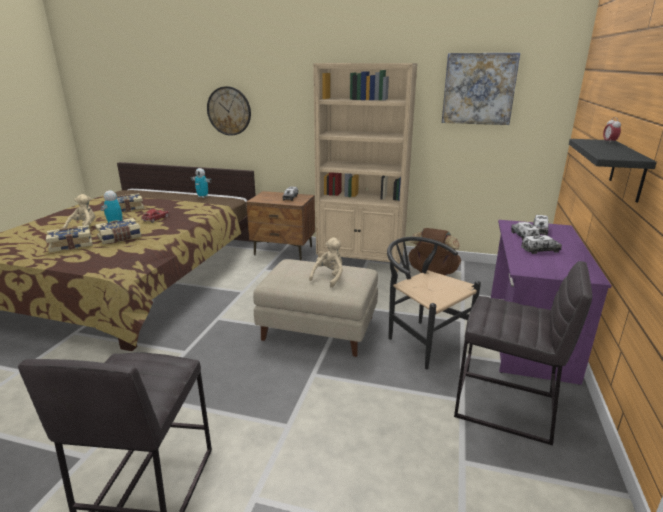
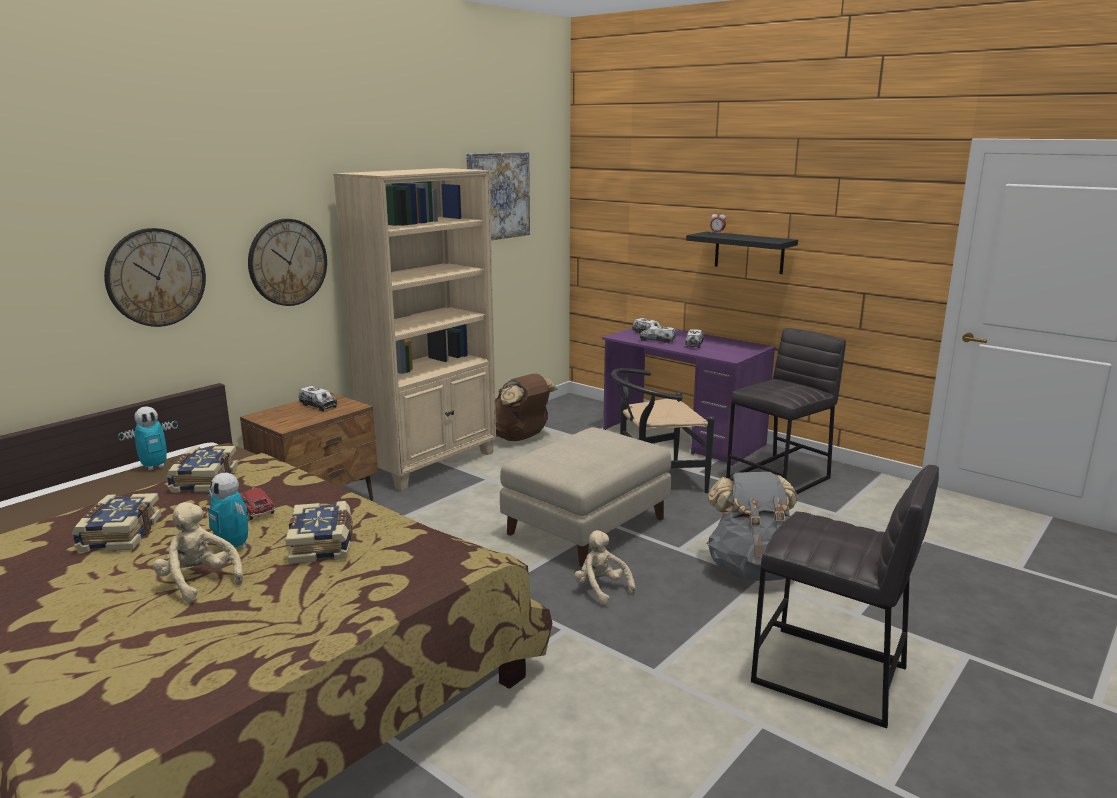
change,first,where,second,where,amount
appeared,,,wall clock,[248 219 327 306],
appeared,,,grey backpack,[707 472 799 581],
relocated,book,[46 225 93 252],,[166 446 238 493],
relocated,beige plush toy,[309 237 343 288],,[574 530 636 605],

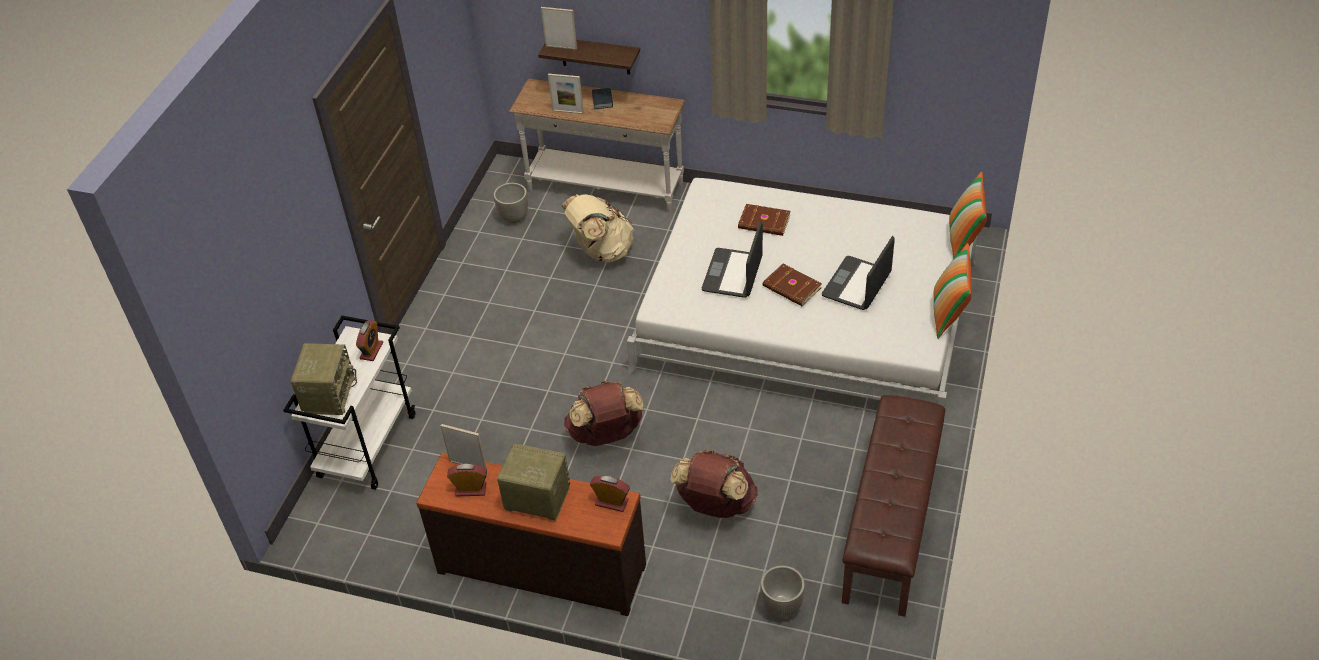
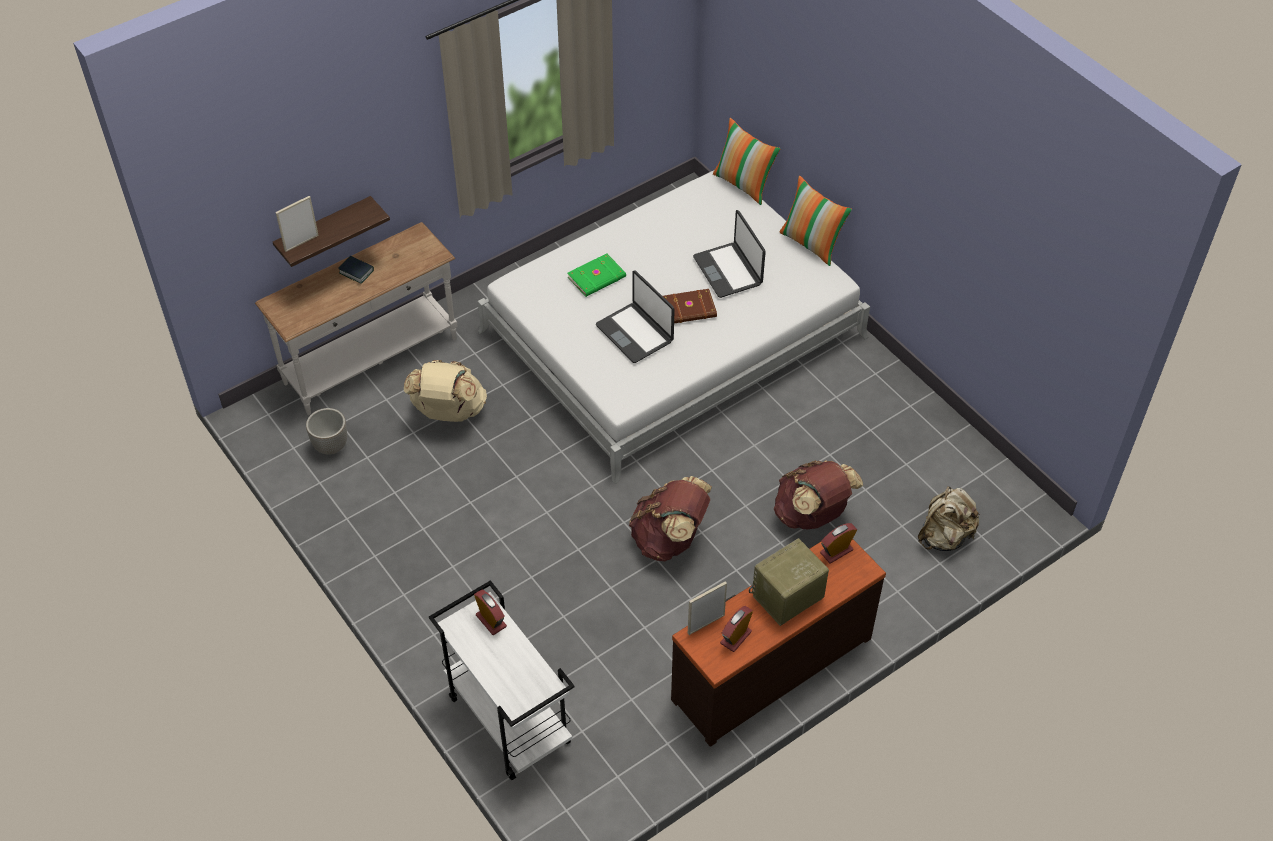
change,first,where,second,where,amount
missing,radio,[291 343 357 415],,,
missing,picture frame,[548 74 584 114],,,
missing,brown bench,[842 395 946 617],,,
exchanged,planter,[761 565 805 618],beige backpack,[918 486 981 551],
colour,brown book,[738 204 791 236],green book,[567 253 626 297],

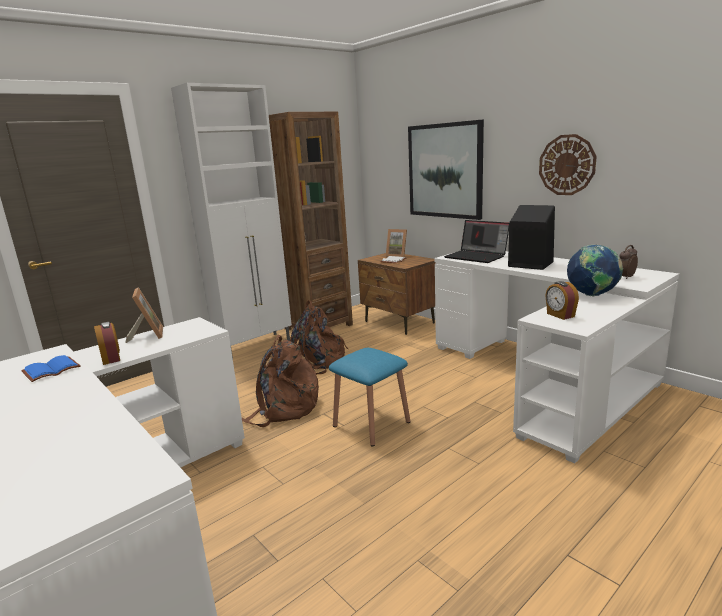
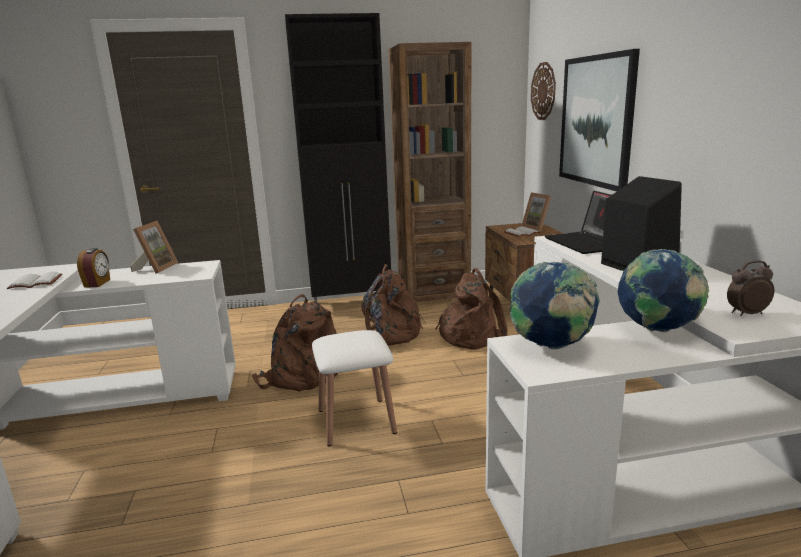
change,first,where,second,where,amount
appeared,,,brown backpack,[435 268 507 350],
relocated,wall clock,[539 134 597 195],,[531 62 556 120],
exchanged,alarm clock,[545 281 579 320],globe,[510 262 600 349],
colour,blue book,[21 355 81 382],white book,[7 271 62 289],
colour,white cabinet,[171 83 292 358],black cabinet,[285 13 391 302],
colour,blue stool,[329 348 410 446],white stool,[312 330 397 446],

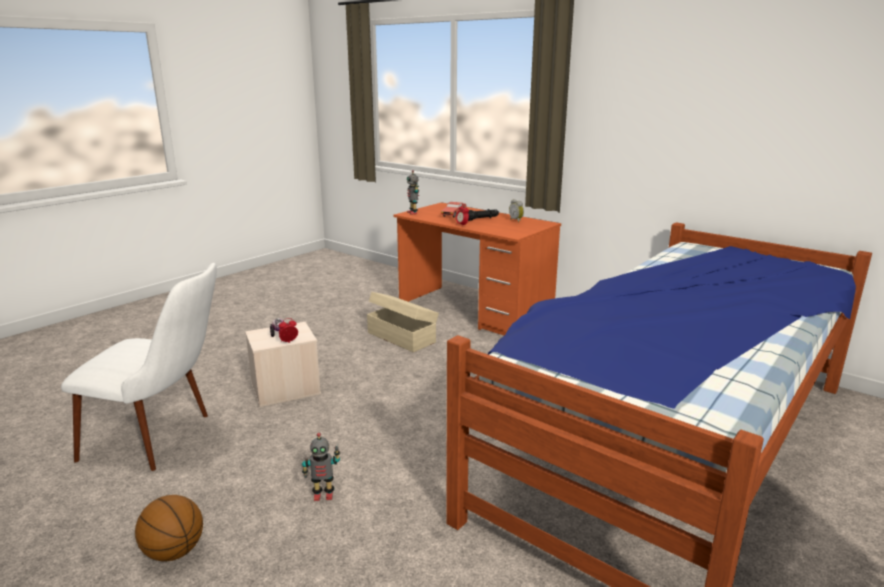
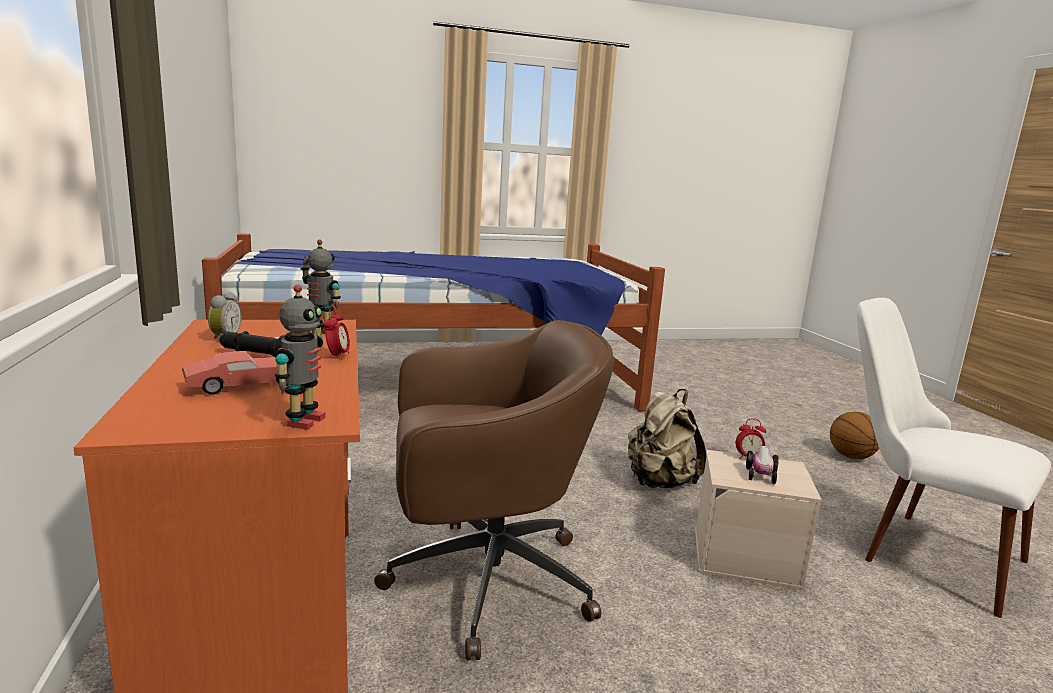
change,first,where,second,where,amount
appeared,,,beige backpack,[628 389 706 488],
relocated,toy robot,[302 433 340 501],,[301 240 341 334],
exchanged,beige storage box,[367 292 439 352],brown office chair,[374 320 614 661],

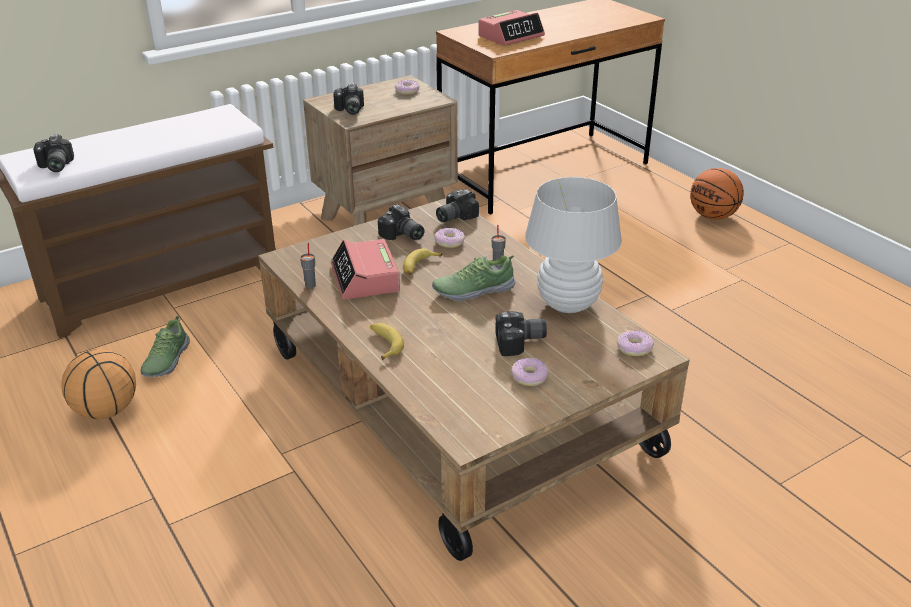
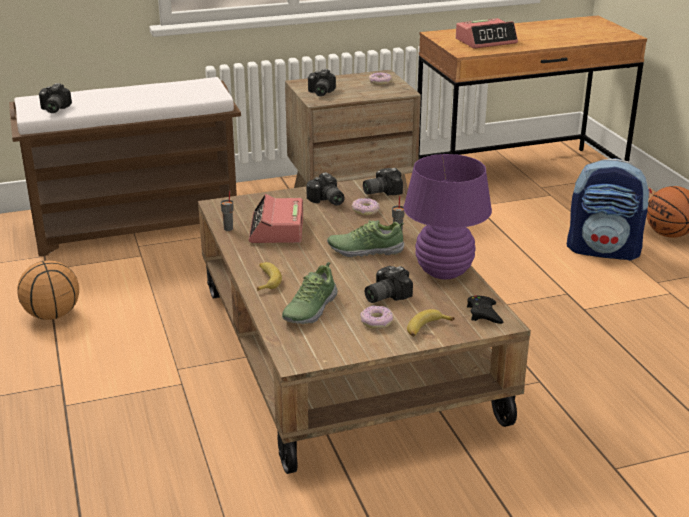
change,first,where,second,where,amount
appeared,,,backpack,[567 158 652 261],
relocated,shoe,[140 316 190 377],,[282 262 338 324],
relocated,banana,[403 248 442 275],,[407 309 455 337],
exchanged,donut,[617 330 654 356],black game controller,[467 295 503 324],
colour,white table lamp,[525 177 622 313],purple table lamp,[403 154 492 279],
spun,photo camera,[495 311 547 356],,[365 266 413 303],135 degrees clockwise

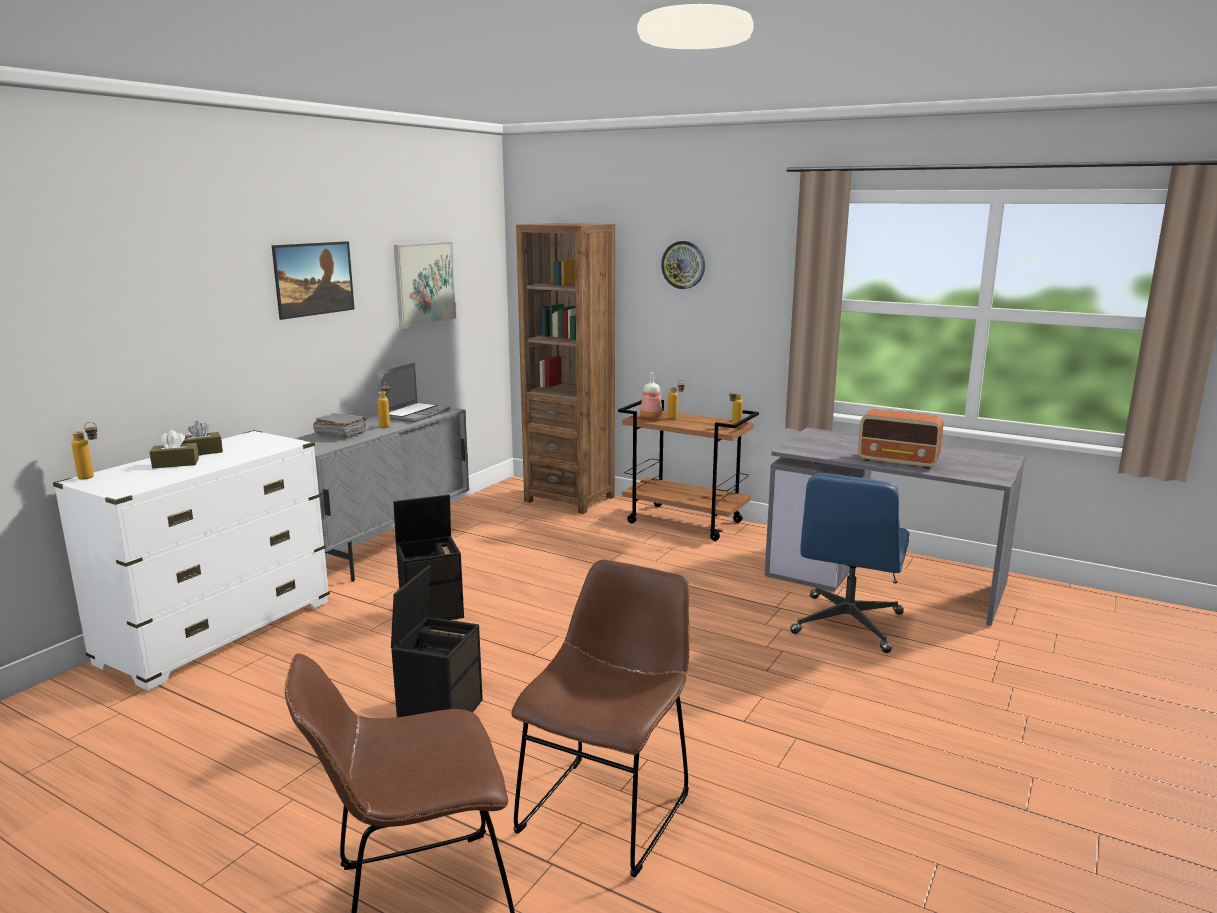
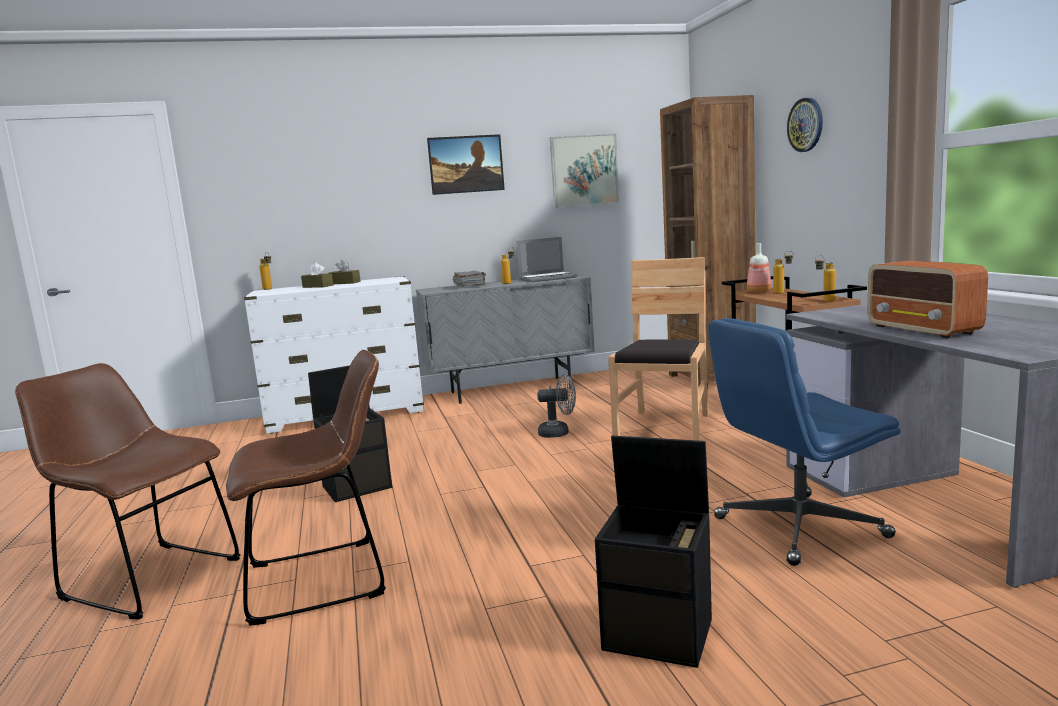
change,first,where,second,where,amount
appeared,,,grey fan,[537 374 576 438],
appeared,,,brown chair,[608 257 709 441],
relocated,black storage box,[393 495 464 620],,[595 435 712 668],

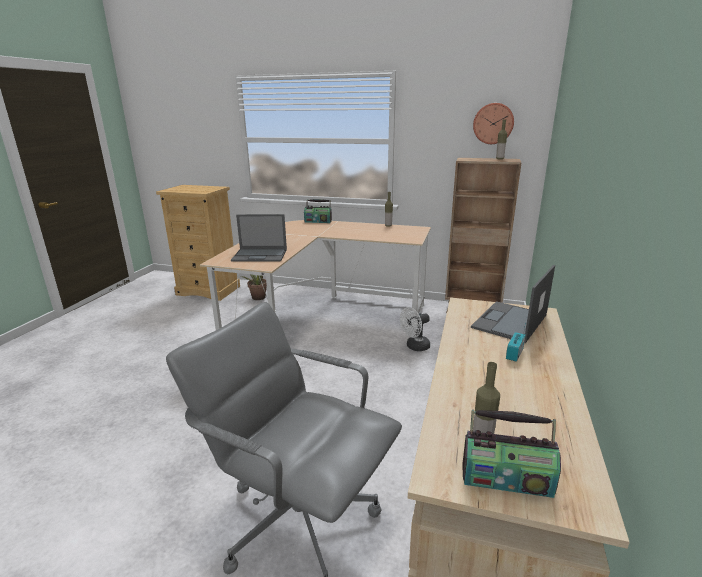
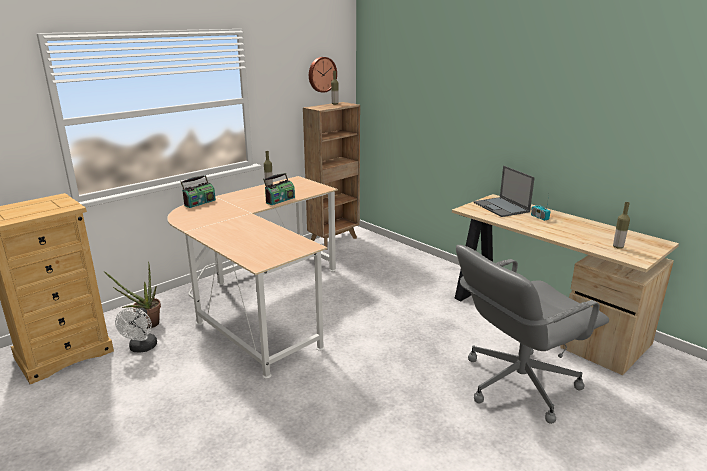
change,first,where,second,where,amount
missing,laptop,[231 214 287 261],,,
relocated,white fan,[400 307 430 351],,[115 308 157 352],
relocated,radio,[462 410 561 498],,[263 173 295 205],

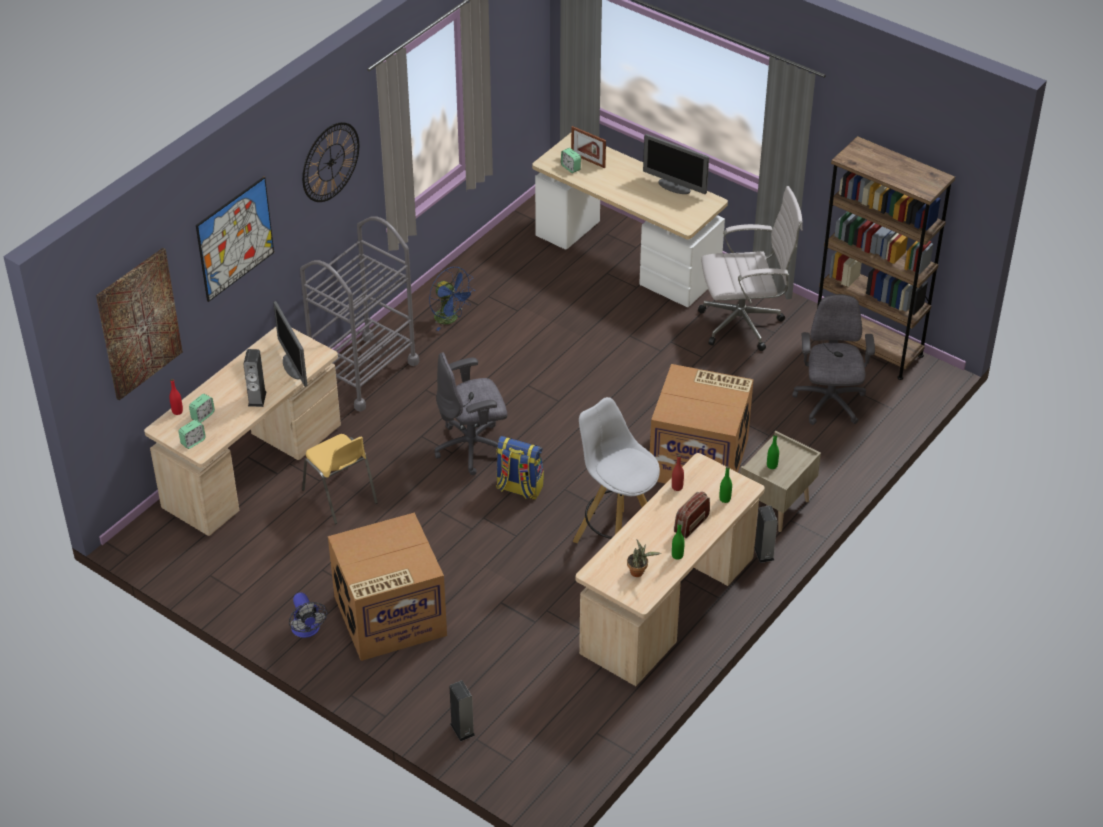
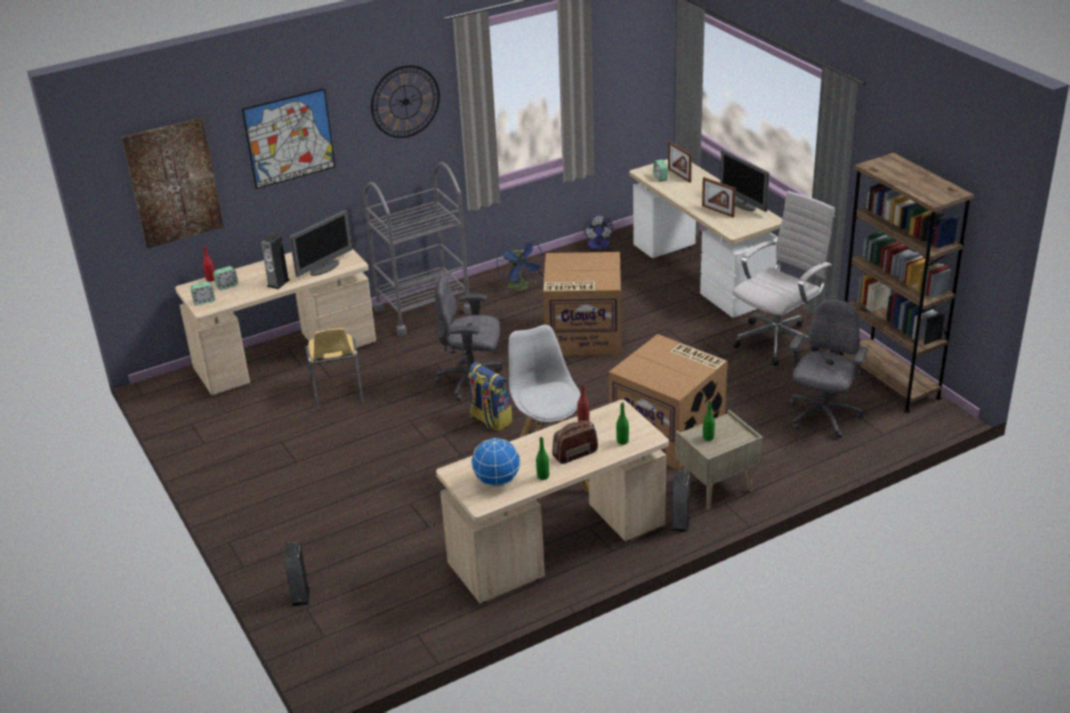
change,first,where,second,where,amount
appeared,,,picture frame,[702 177 736 218],
relocated,fan,[289 592 328 638],,[584 215 614 249],
relocated,cardboard box,[328 512 447 661],,[543 252 621 356],
exchanged,potted plant,[627 539 661 577],globe,[471 438 520 487],
spun,monitor,[273 301 308 387],,[289 210 353 277],135 degrees counterclockwise
spun,white office chair,[698 186 803 351],,[732 191 835 366],60 degrees counterclockwise

